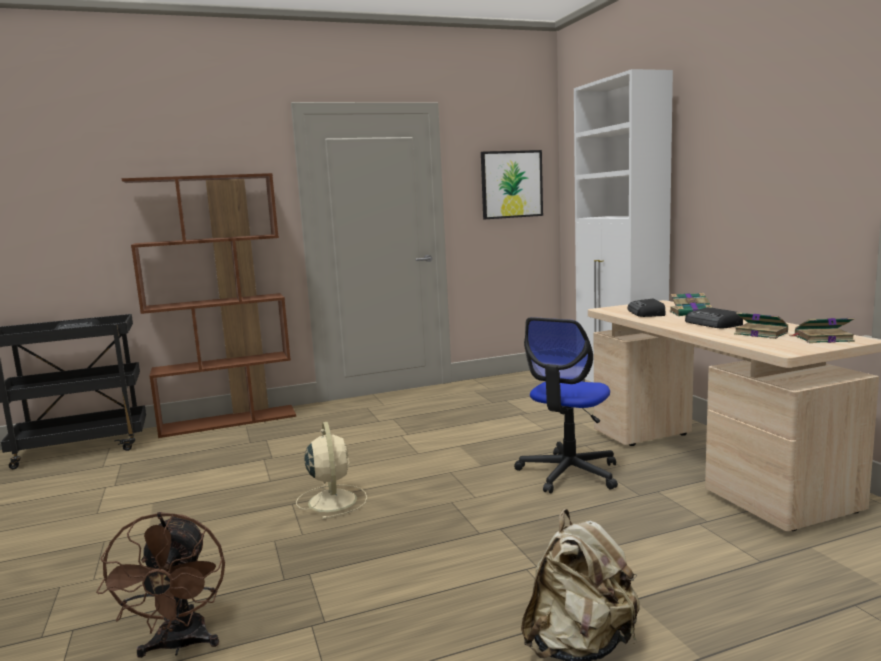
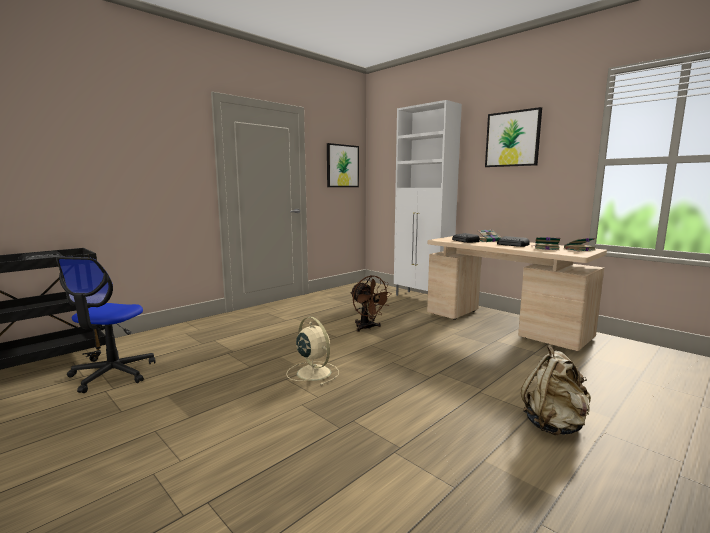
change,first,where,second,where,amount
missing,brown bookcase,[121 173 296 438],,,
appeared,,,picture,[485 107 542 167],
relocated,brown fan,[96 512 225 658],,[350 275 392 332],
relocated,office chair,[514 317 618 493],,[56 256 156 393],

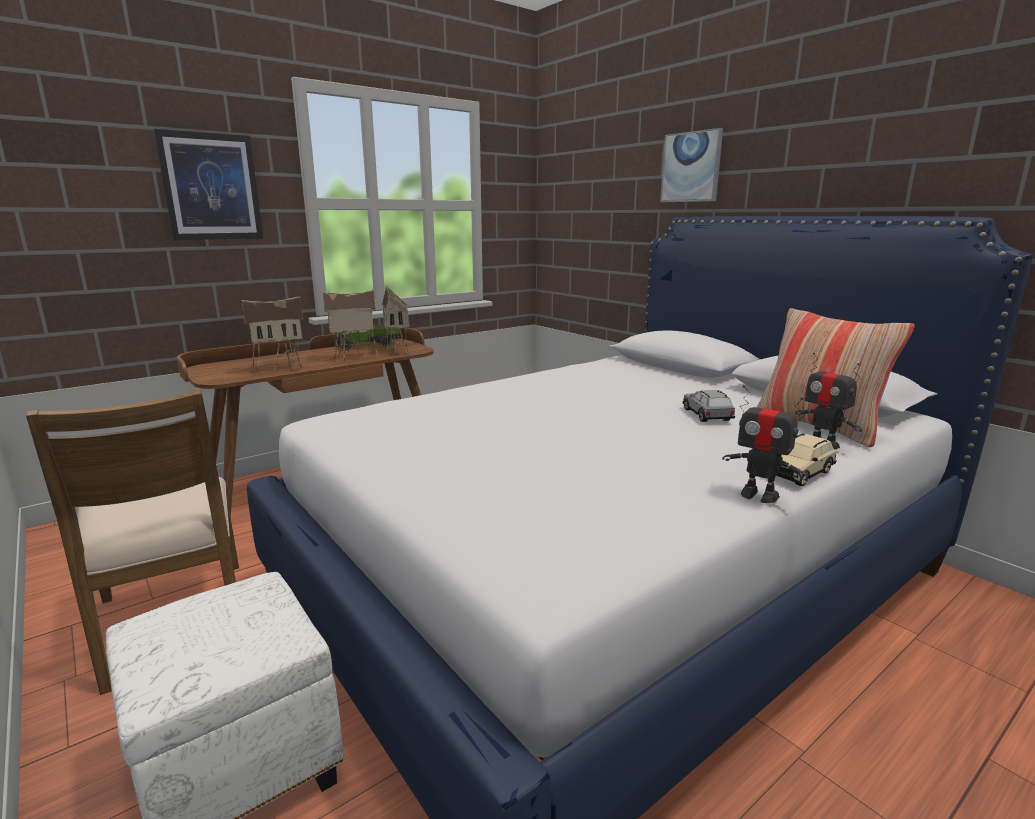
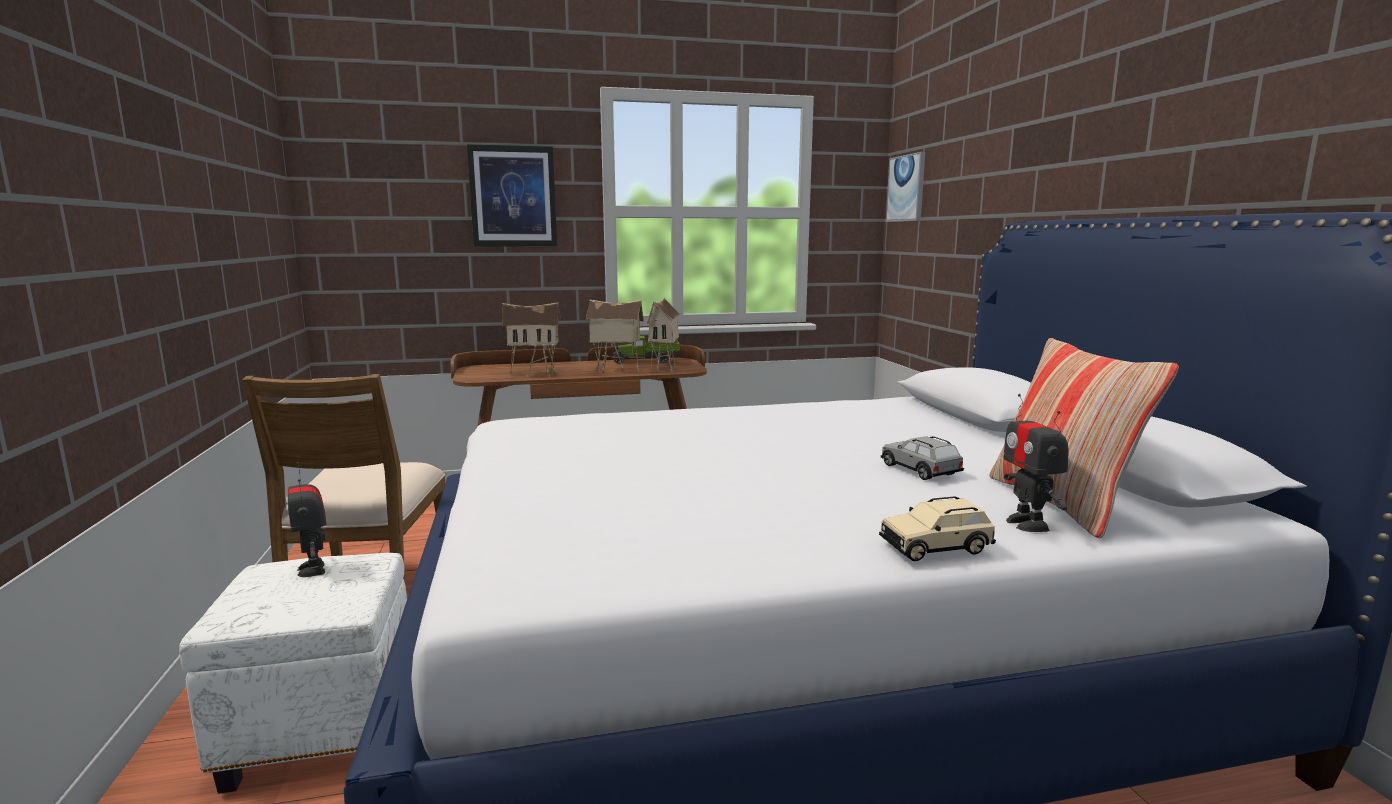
change,first,where,second,where,amount
relocated,picture,[660 128 723 202],,[886 152 925 222],
relocated,toy robot,[722 385 808 503],,[286 462 326 577],
spun,grey toy car,[682 390 735 422],,[881 436 964 480],45 degrees counterclockwise

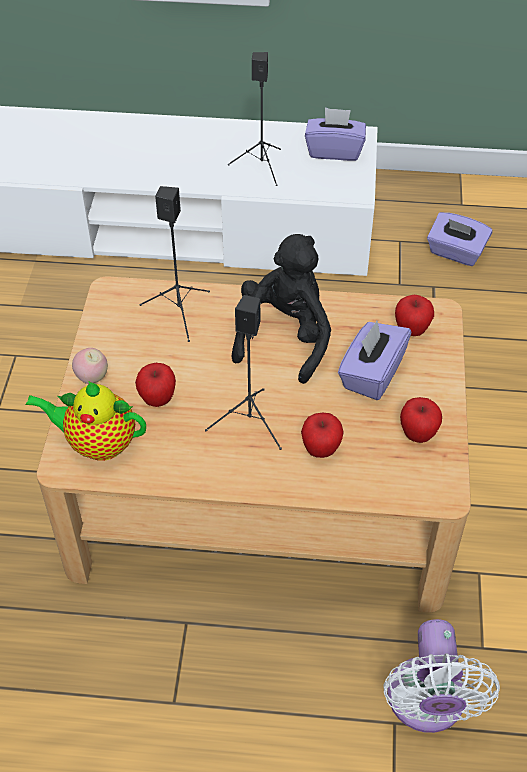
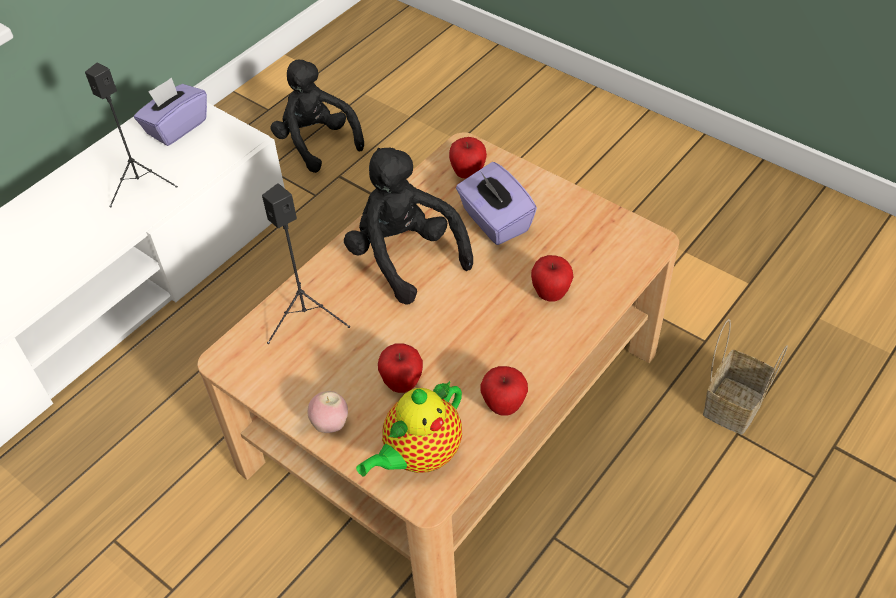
change,first,where,second,where,amount
missing,black speaker,[205 295 282 450],,,
relocated,apple,[400 397 442 443],,[481 366 528 416],
exchanged,white fan,[383 619 500 733],basket,[703 319 788 435],
exchanged,purple tissue box,[427 212 493 266],black plush toy,[271 60 364 173],

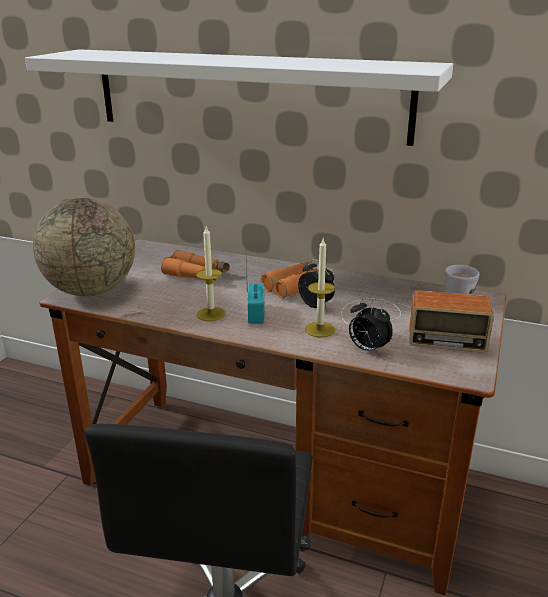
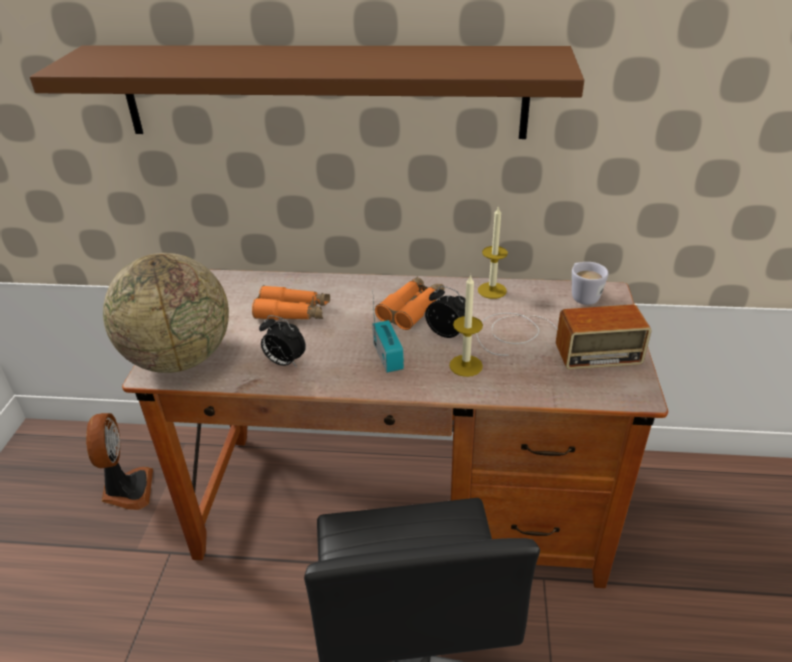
change,first,where,second,where,amount
appeared,,,fan,[86 413 153 510],
relocated,candle,[196 227 226 321],,[478 205 508 299],
relocated,alarm clock,[349 298 393 355],,[259 315 306 367],
colour,white shelf,[25 49 453 146],brown shelf,[30 45 584 139],

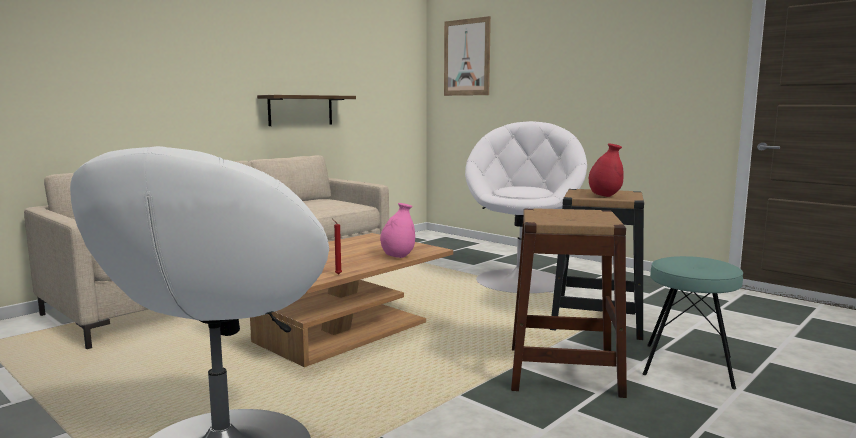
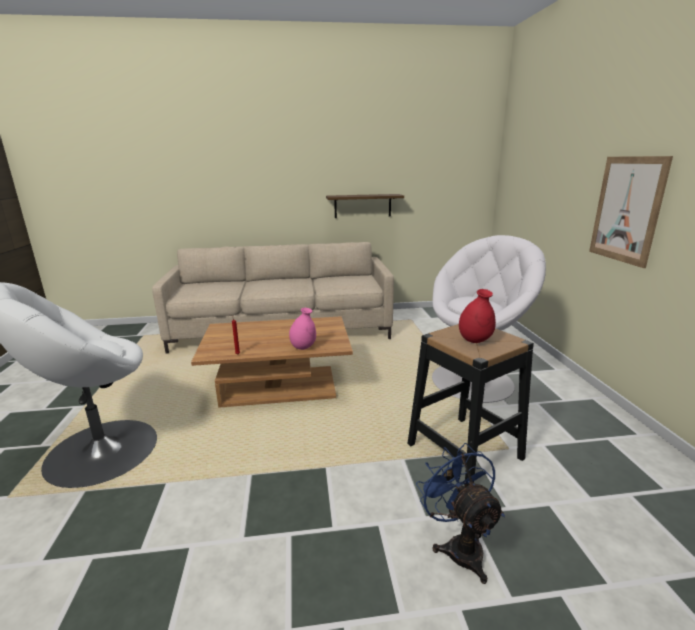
change,first,where,second,where,amount
missing,brown stool,[511 208 627 398],,,
relocated,picture,[444 16 491 96],,[589 156 673 268],
exchanged,turquoise stool,[643 256 743 389],blue fan,[416 443 505 584],

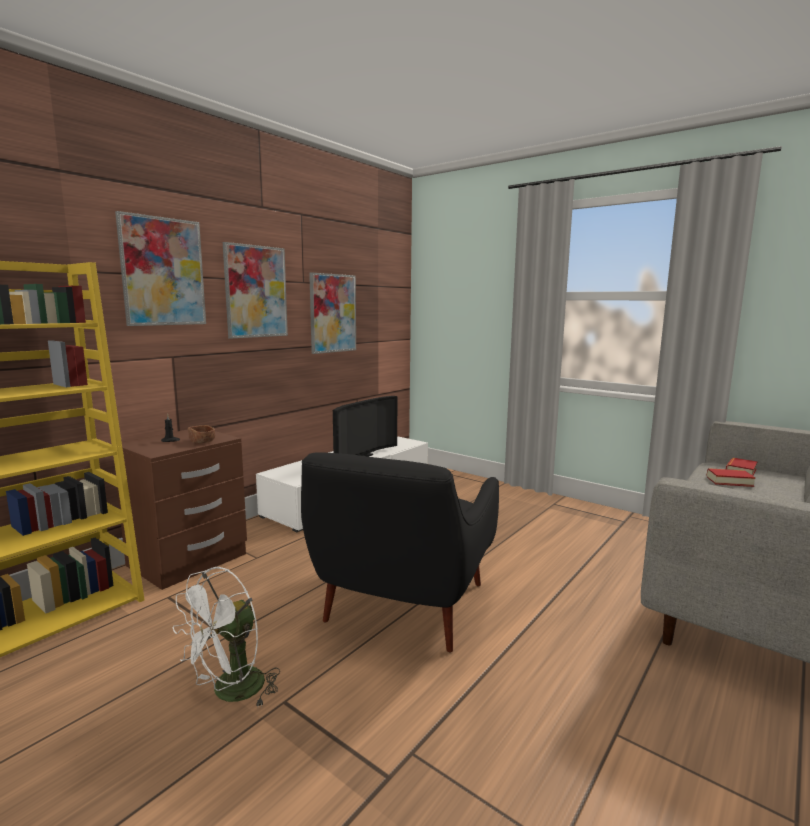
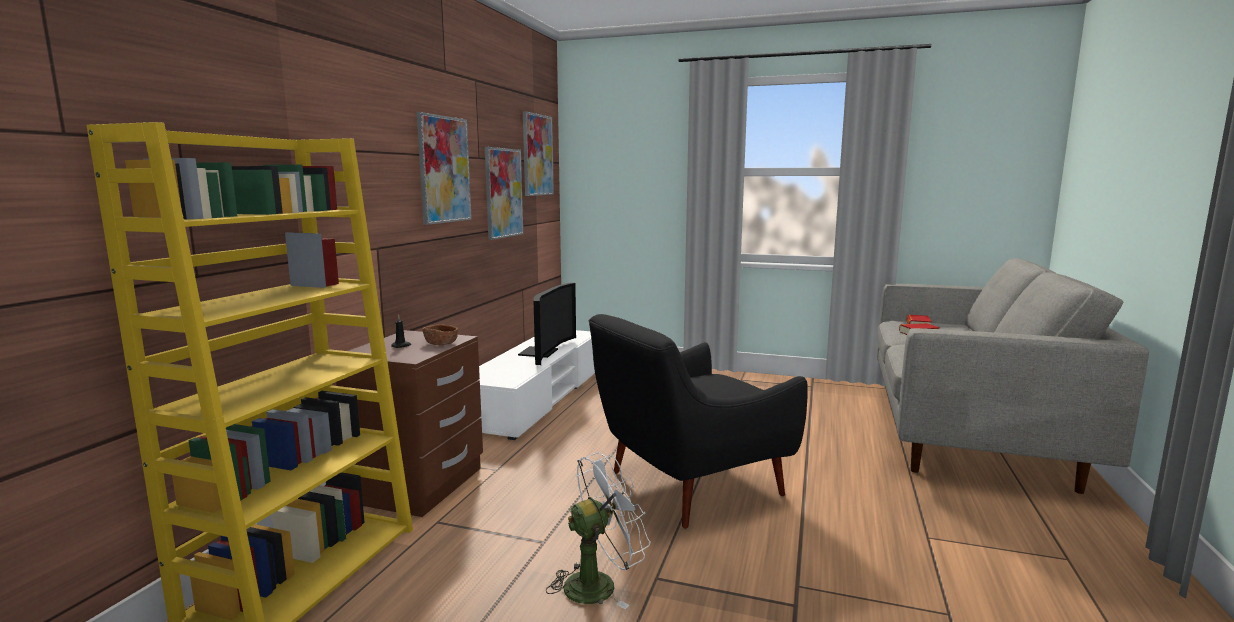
change,first,where,second,where,amount
relocated,picture,[115 211 206 326],,[523 111 554 196],
spun,white fan,[172 567 280 708],,[546 452 651 609],135 degrees counterclockwise
spun,black armchair,[301 452 499 653],,[589 314 808 528],60 degrees clockwise

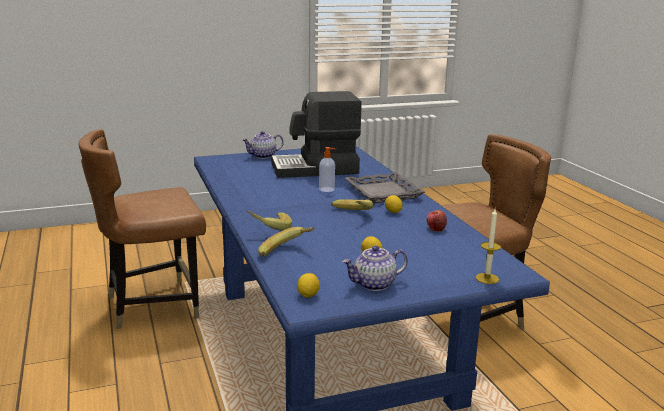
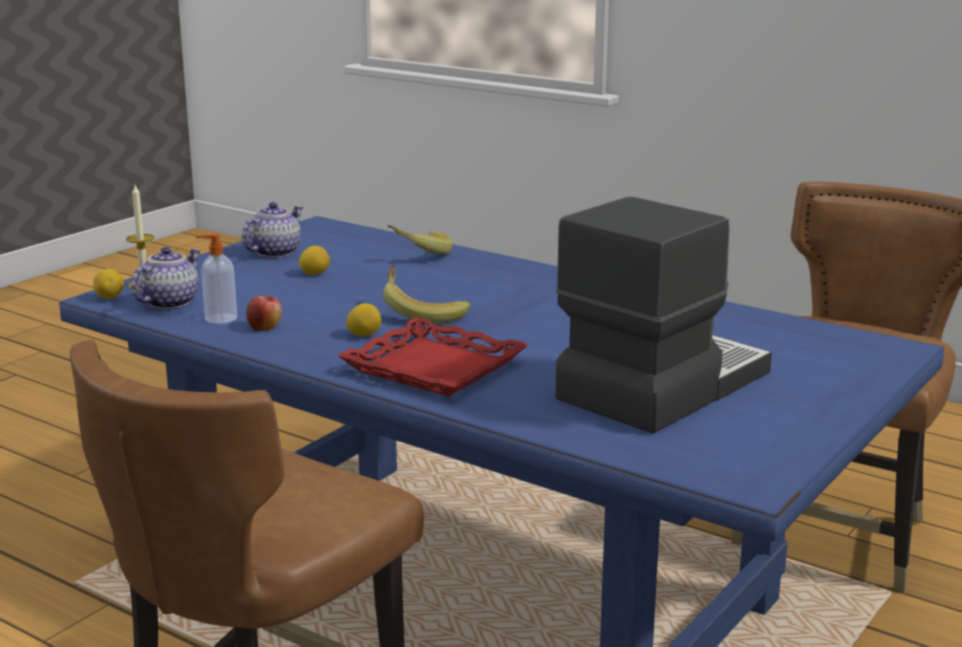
change,first,where,second,where,amount
missing,banana,[247 211 292 230],,,
relocated,teapot,[242 131 284 159],,[131 247 201 309],
relocated,lemon,[297 273 320 298],,[93 269 124 299],
relocated,soap dispenser,[319 147 337 192],,[196 233 237 324],
colour,grey tray,[345 172 425 203],red tray,[338 317 528 396],

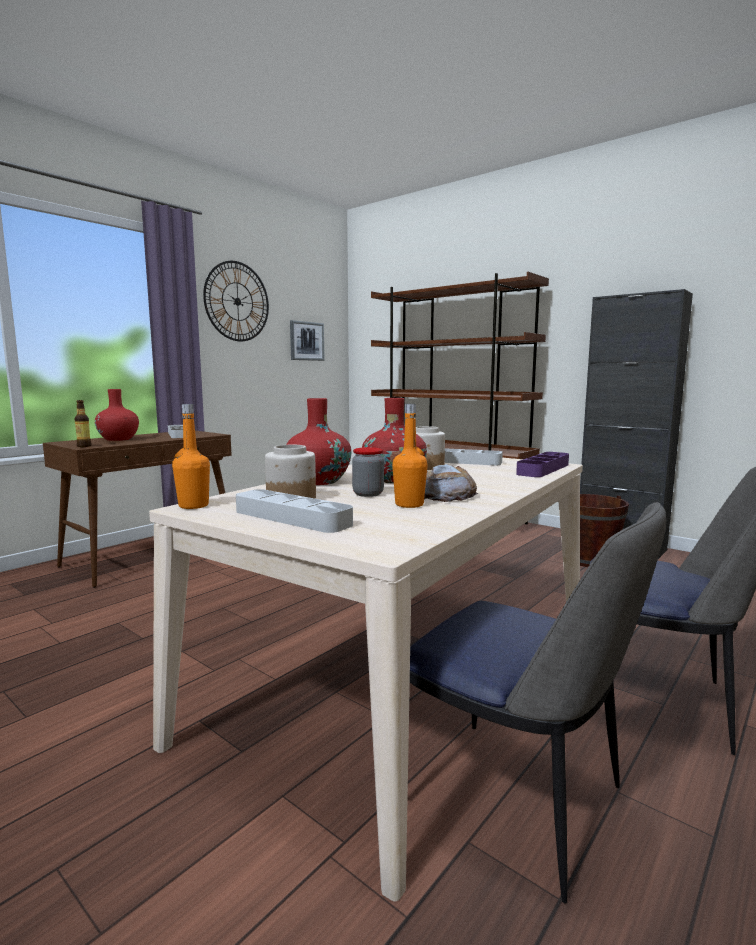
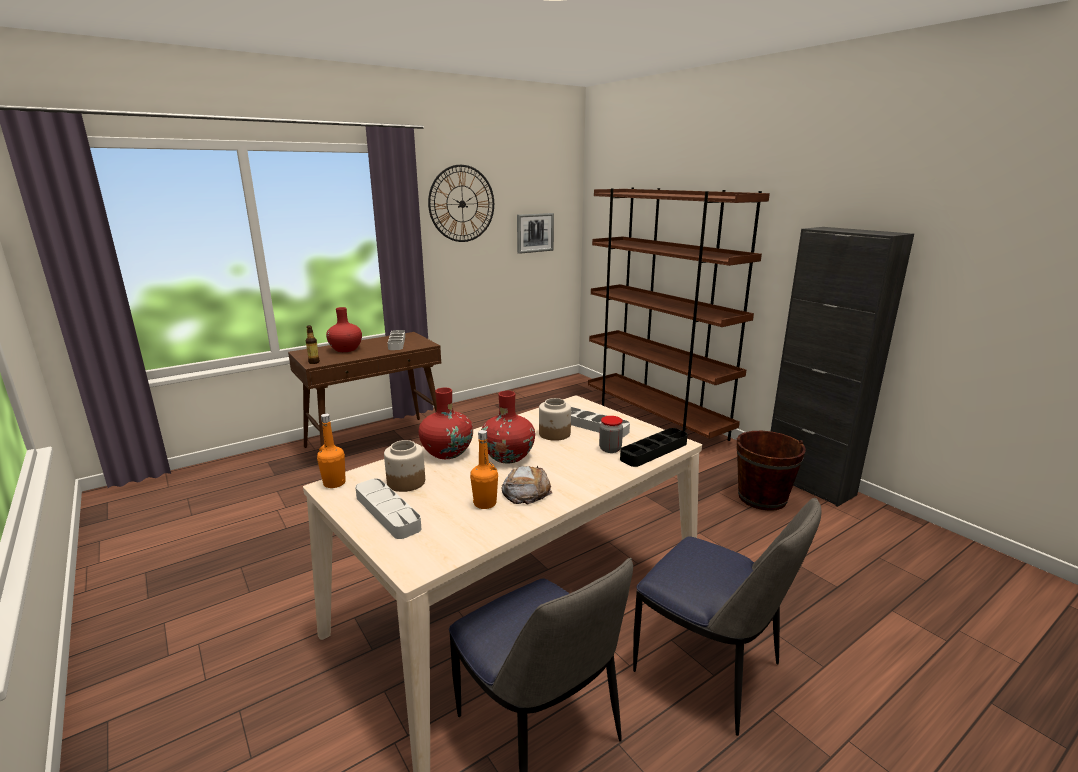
change,first,where,second,where,amount
relocated,jar,[352 447 384 497],,[599 416 623 453],
colour,purple tray,[516 452 569 477],black tray,[620 428 688 467],

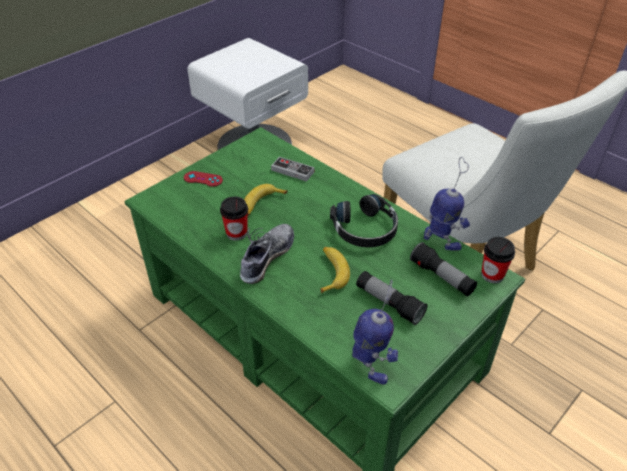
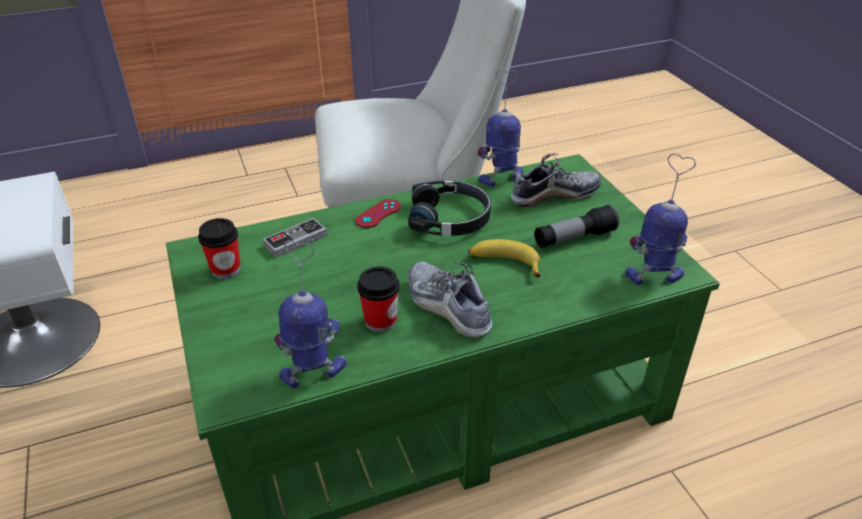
change,first,where,second,where,amount
missing,banana,[244 184 288 216],,,
appeared,,,toy robot,[274 240 347 389],
relocated,red game controller,[184 171 223 187],,[355 199 401 228],
relocated,cup,[481 237 515 283],,[198 218 241 279],
exchanged,flashlight,[410 242 477 296],shoe,[511 153 601 207],

